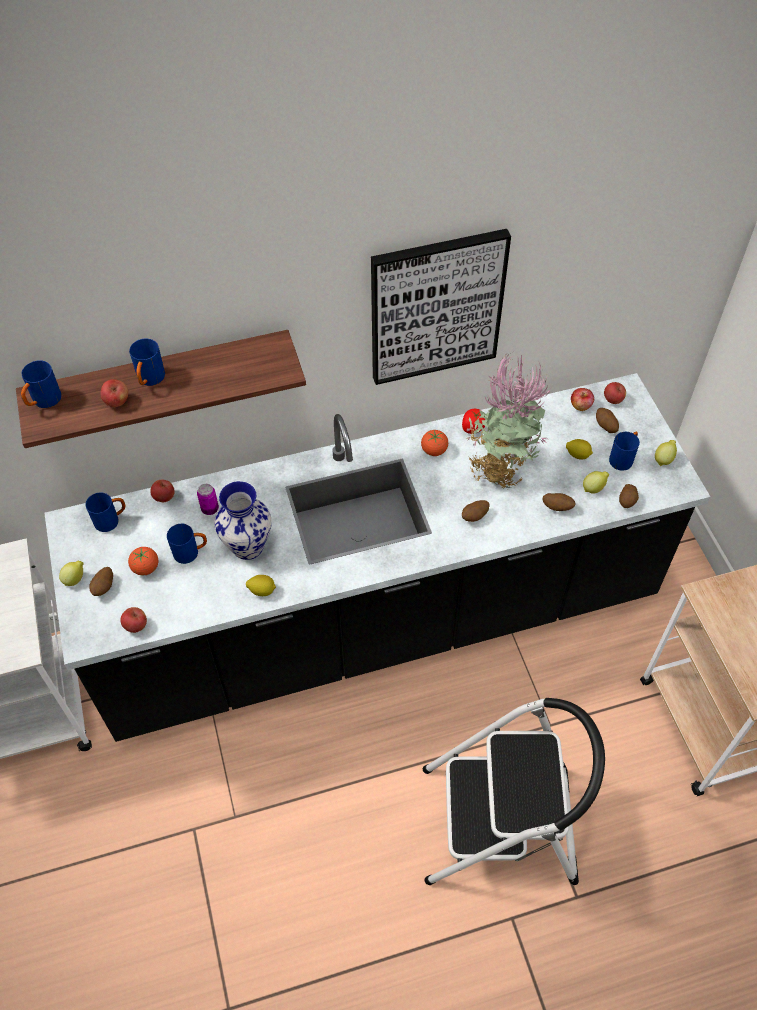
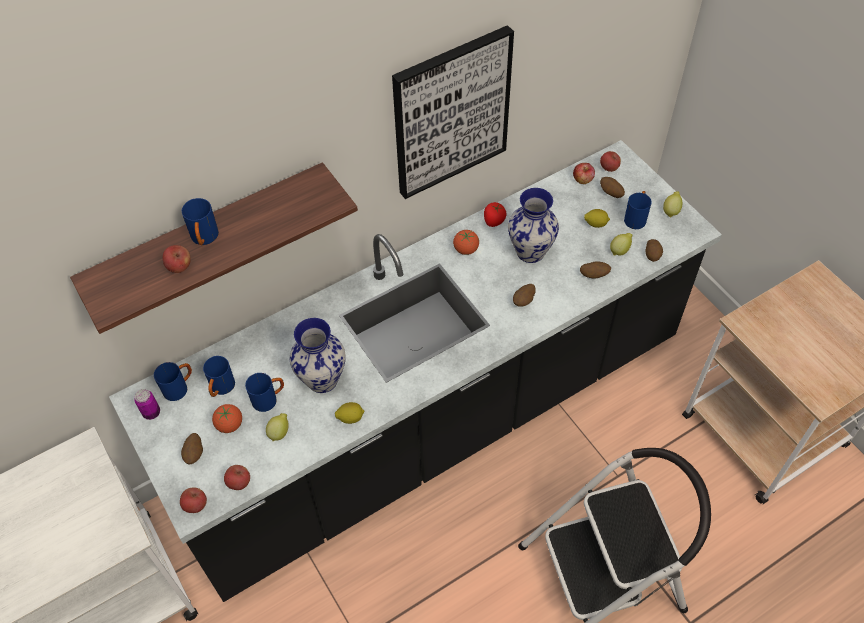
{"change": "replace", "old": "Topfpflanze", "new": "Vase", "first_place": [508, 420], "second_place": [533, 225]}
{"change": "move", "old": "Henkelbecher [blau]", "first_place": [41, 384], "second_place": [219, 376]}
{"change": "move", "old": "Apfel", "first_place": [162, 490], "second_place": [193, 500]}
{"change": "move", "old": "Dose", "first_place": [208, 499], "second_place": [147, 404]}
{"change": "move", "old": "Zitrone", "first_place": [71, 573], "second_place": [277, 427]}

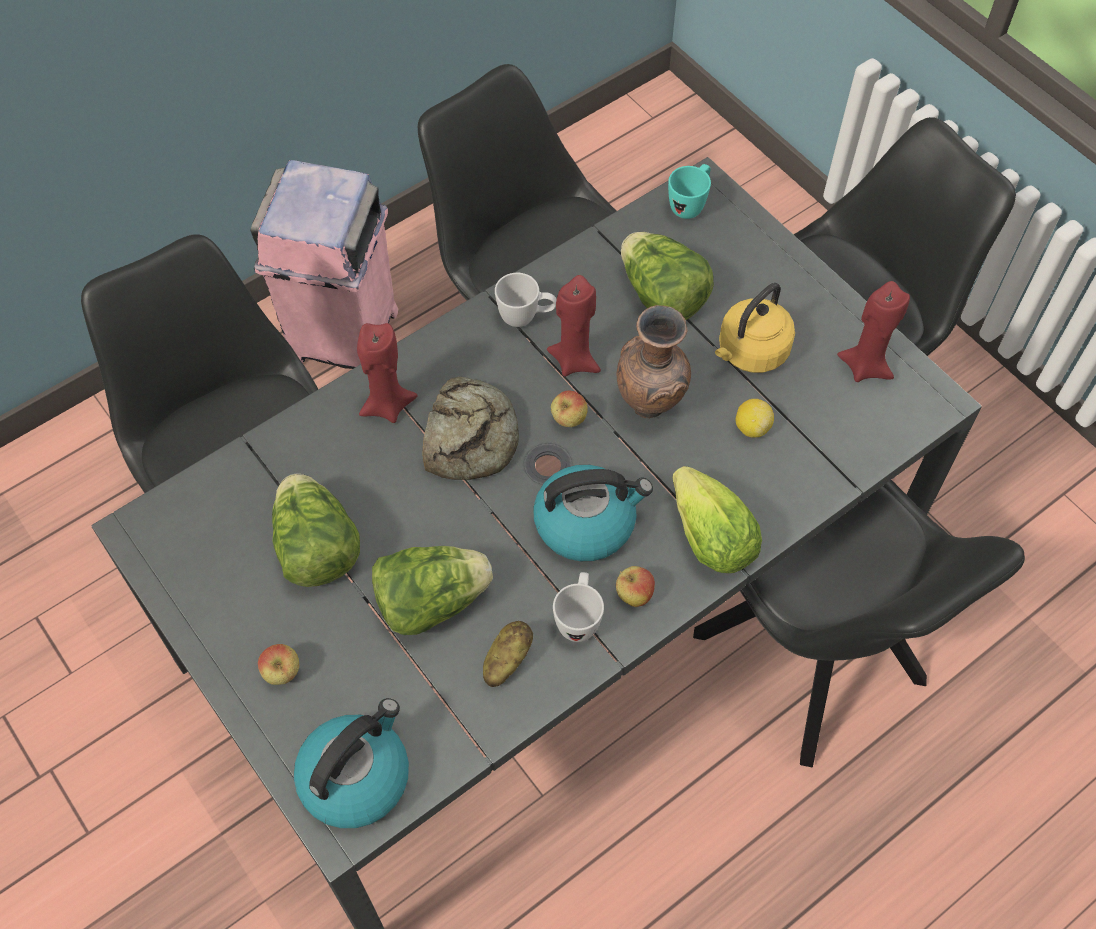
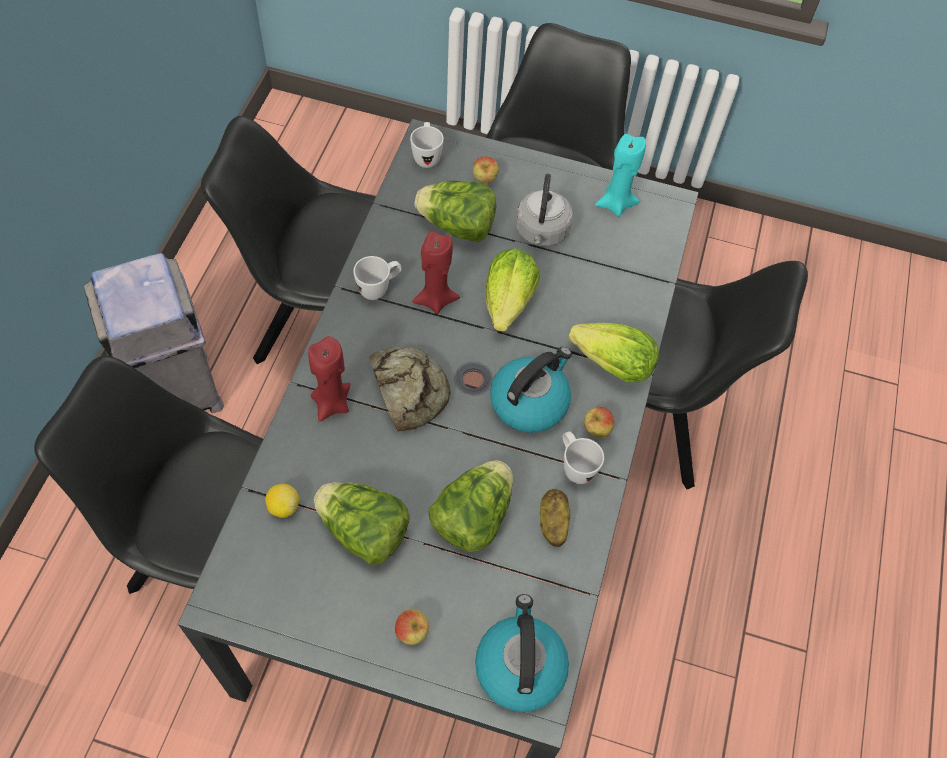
{"change": "recolor", "old": "Mülleimer [rosa]", "new": "Mülleimer [grau]", "first_place": [324, 264], "second_place": [154, 333]}
{"change": "recolor", "old": "Henkelbecher [türkis]", "new": "Henkelbecher [weiß]", "first_place": [689, 191], "second_place": [427, 145]}
{"change": "recolor", "old": "Kerze [rot]", "new": "Kerze [türkis]", "first_place": [873, 331], "second_place": [620, 175]}
{"change": "recolor", "old": "Wasserkessel [gelb]", "new": "Wasserkessel [grau]", "first_place": [755, 328], "second_place": [544, 210]}
{"change": "replace", "old": "Vase [braun]", "new": "Salatkopf", "first_place": [654, 362], "second_place": [512, 290]}
{"change": "move", "old": "Apfel", "first_place": [569, 408], "second_place": [486, 169]}
{"change": "move", "old": "Zitrone", "first_place": [755, 418], "second_place": [282, 501]}

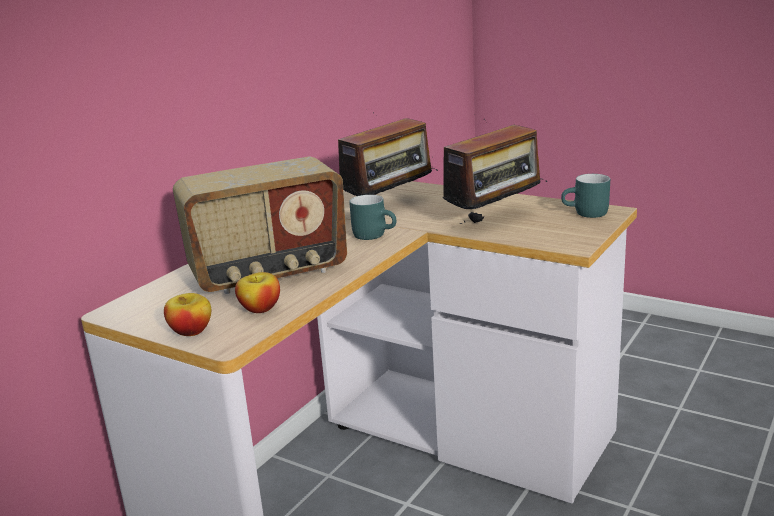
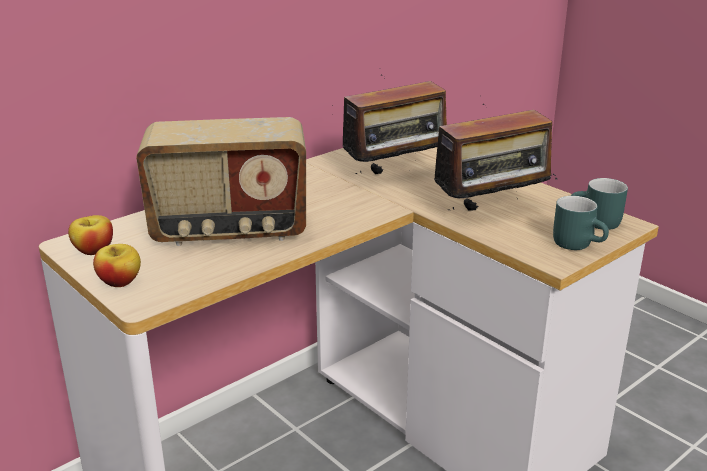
{"change": "move", "old": "Henkelbecher [türkis]", "first_place": [372, 217], "second_place": [581, 223]}
{"change": "move", "old": "Apfel", "first_place": [257, 292], "second_place": [90, 235]}

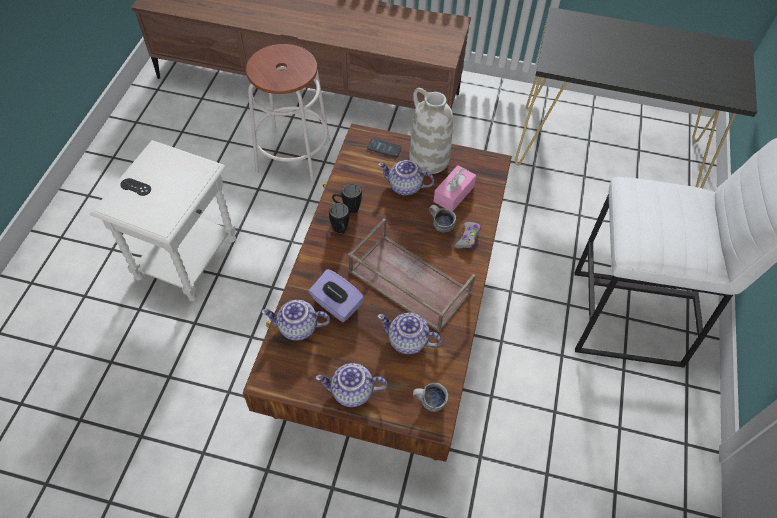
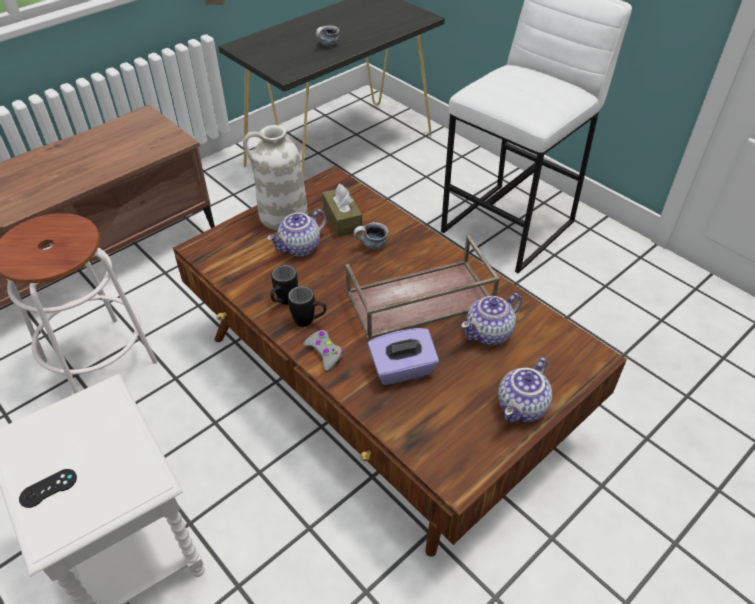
{"change": "delete", "old": "Handy", "first_place": [384, 147]}
{"change": "recolor", "old": "Taschentuchbox [rosa]", "new": "Taschentuchbox [braun]", "first_place": [454, 188], "second_place": [342, 210]}
{"change": "move", "old": "Gamepad [grau]", "first_place": [468, 235], "second_place": [323, 350]}
{"change": "delete", "old": "Teekanne", "first_place": [296, 320]}
{"change": "move", "old": "Henkelbecher", "first_place": [430, 397], "second_place": [327, 35]}

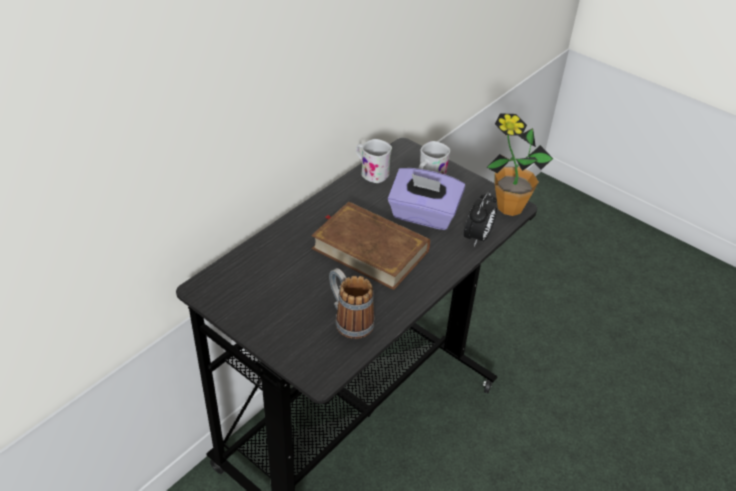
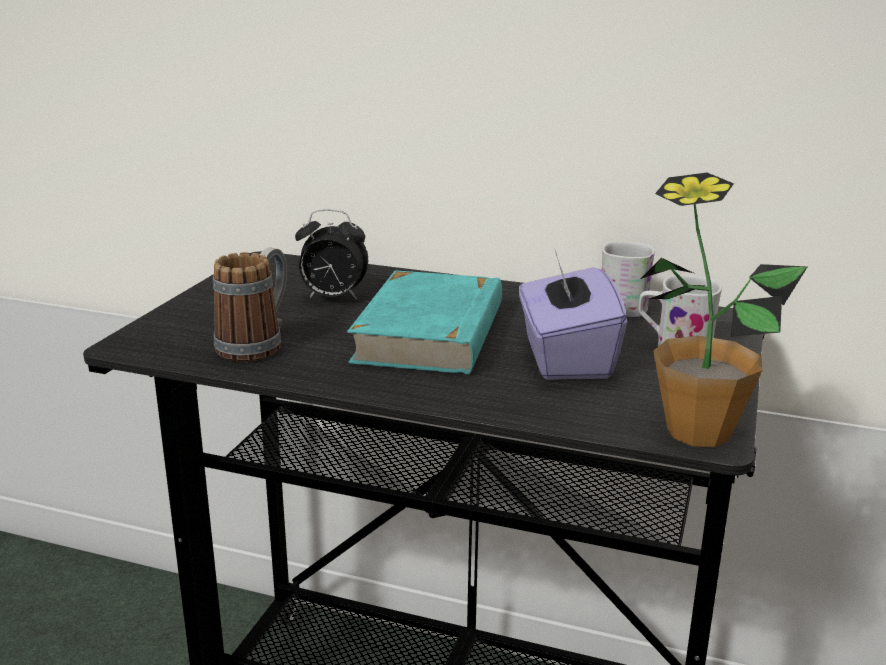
{"change": "move", "old": "Wecker", "first_place": [480, 219], "second_place": [331, 254]}
{"change": "recolor", "old": "Buch [braun]", "new": "Buch [türkis]", "first_place": [370, 245], "second_place": [424, 322]}

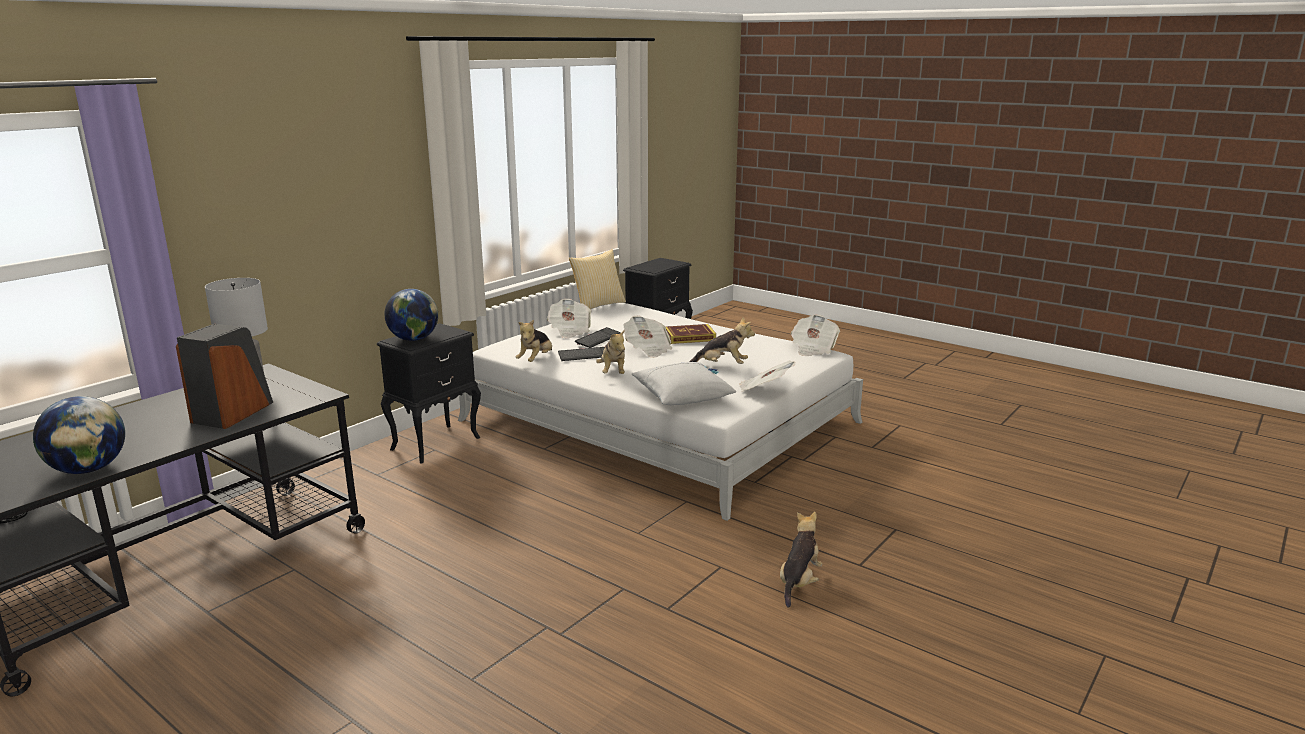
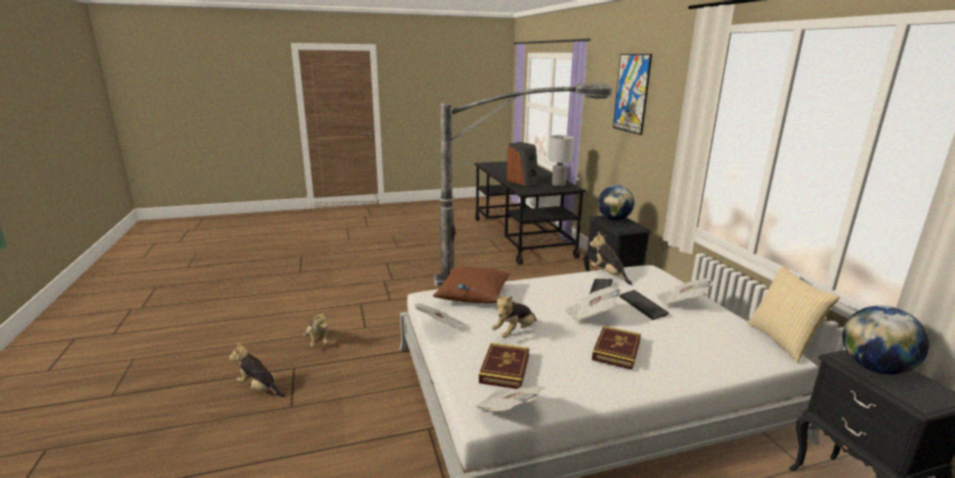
{"change": "move", "old": "Plüschtier", "first_place": [610, 351], "second_place": [257, 369]}
{"change": "recolor", "old": "Kissen [grau]", "new": "Kissen [braun]", "first_place": [684, 383], "second_place": [471, 285]}
{"change": "move", "old": "Globus", "first_place": [79, 435], "second_place": [885, 339]}
{"change": "insert", "new": "Bild", "second_place": [632, 94]}
{"change": "insert", "new": "Stehlampe", "second_place": [523, 184]}
{"change": "insert", "new": "Buch", "second_place": [504, 366]}

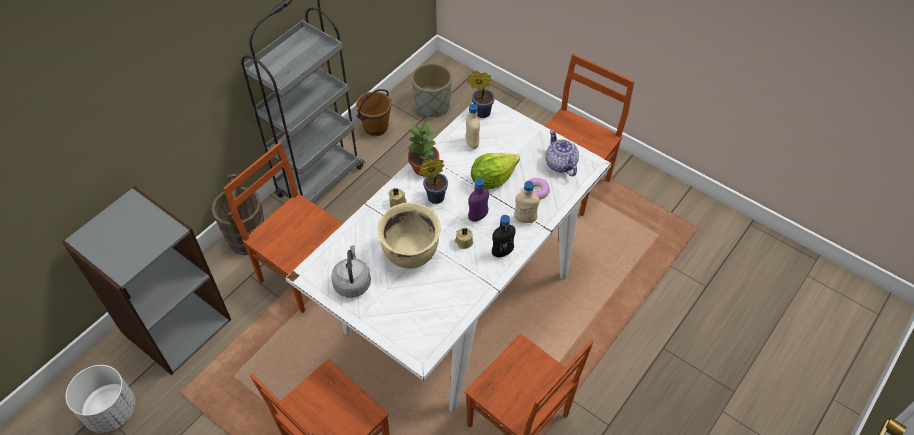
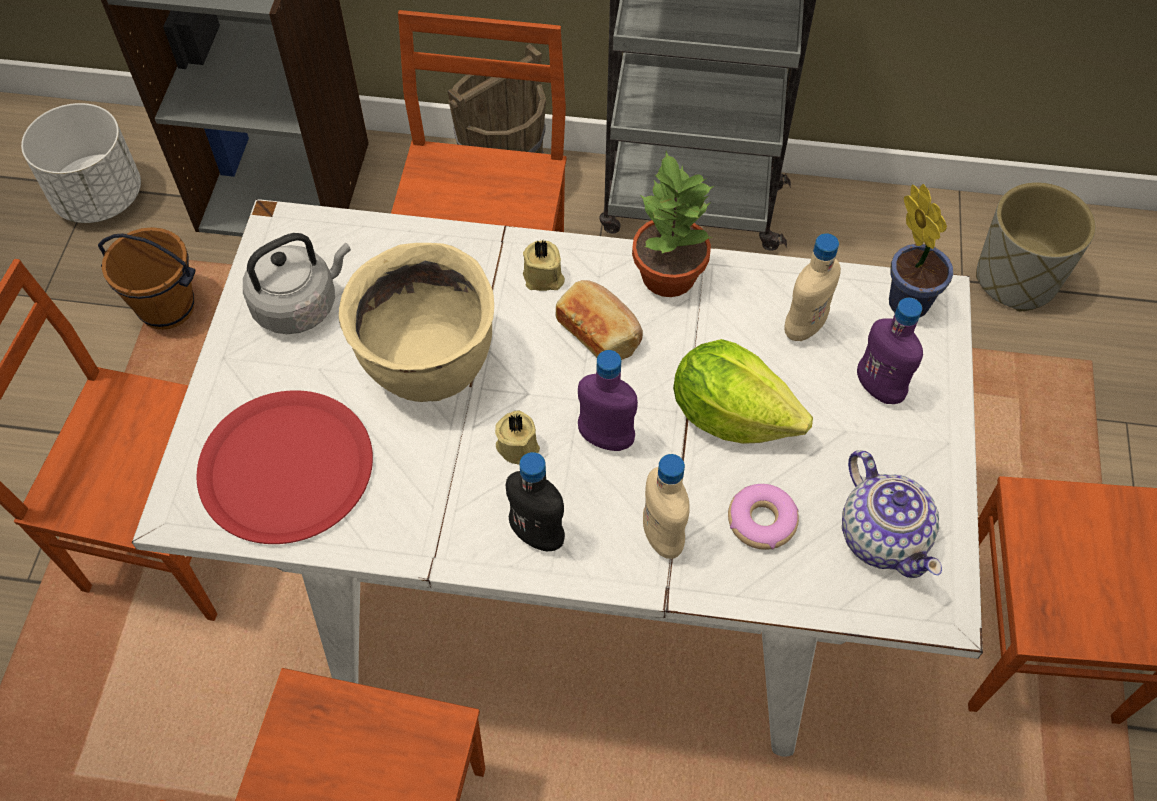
{"change": "move", "old": "Eimer [braun]", "first_place": [373, 112], "second_place": [147, 278]}
{"change": "rotate", "old": "Teekanne", "first_place": [562, 153], "second_place": [892, 514], "degrees": 120}
{"change": "replace", "old": "Topfpflanze", "new": "Brot", "first_place": [433, 181], "second_place": [599, 320]}
{"change": "insert", "new": "Flasche [lila]", "second_place": [890, 351]}
{"change": "insert", "new": "Teller [rot]", "second_place": [285, 467]}

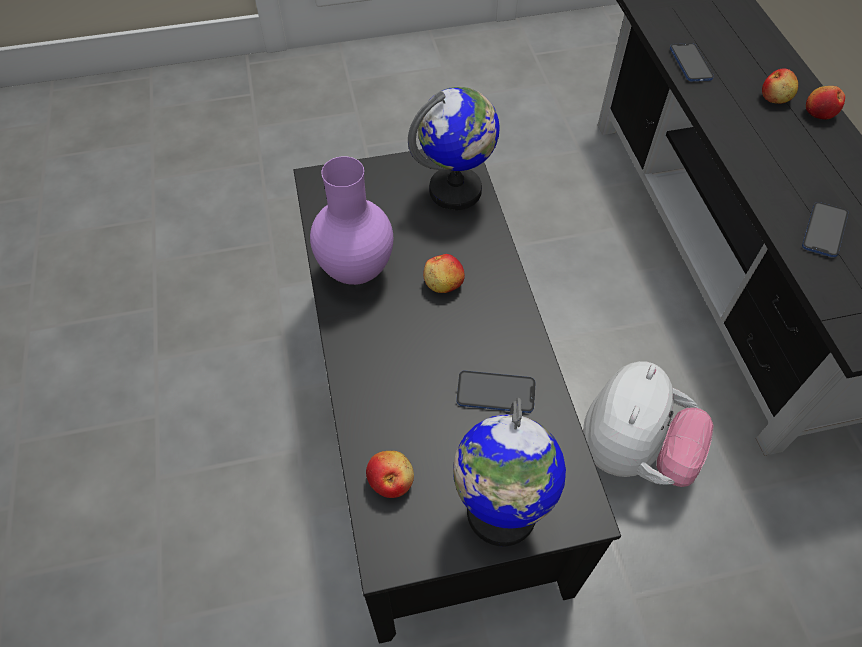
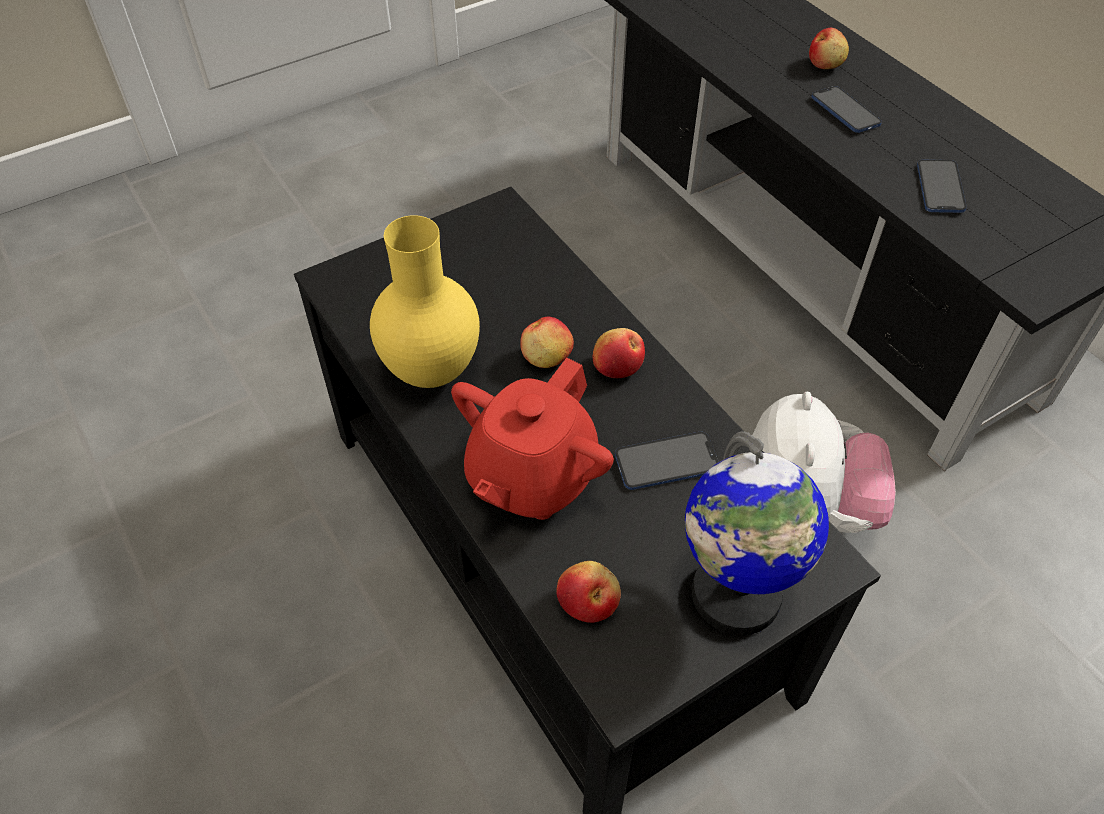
{"change": "move", "old": "Handy", "first_place": [692, 62], "second_place": [846, 109]}
{"change": "move", "old": "Apfel", "first_place": [825, 103], "second_place": [618, 353]}
{"change": "delete", "old": "Globus", "first_place": [454, 148]}
{"change": "recolor", "old": "Vase [lila]", "new": "Vase [gelb]", "first_place": [351, 220], "second_place": [425, 301]}
{"change": "insert", "new": "Teekanne [rot]", "second_place": [532, 439]}

